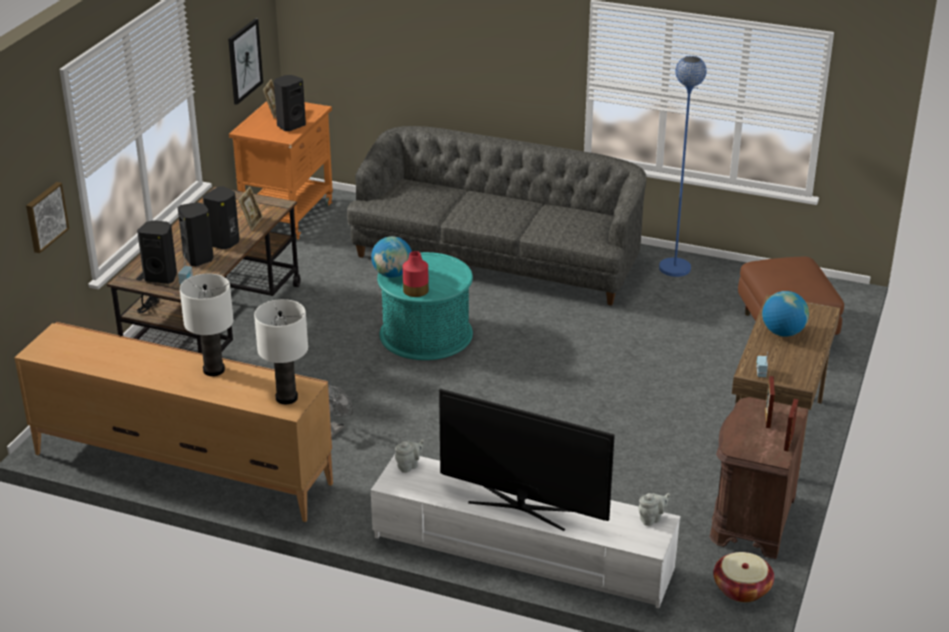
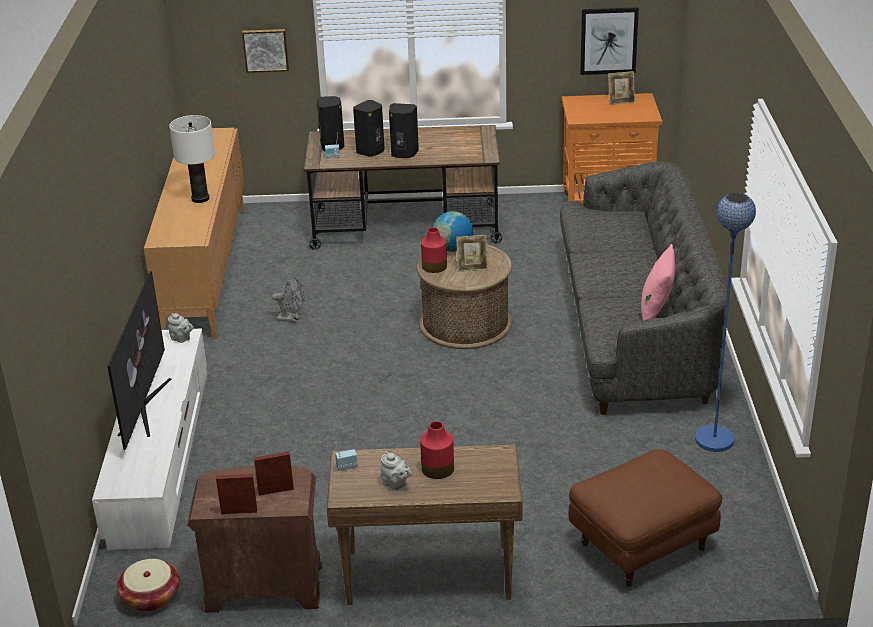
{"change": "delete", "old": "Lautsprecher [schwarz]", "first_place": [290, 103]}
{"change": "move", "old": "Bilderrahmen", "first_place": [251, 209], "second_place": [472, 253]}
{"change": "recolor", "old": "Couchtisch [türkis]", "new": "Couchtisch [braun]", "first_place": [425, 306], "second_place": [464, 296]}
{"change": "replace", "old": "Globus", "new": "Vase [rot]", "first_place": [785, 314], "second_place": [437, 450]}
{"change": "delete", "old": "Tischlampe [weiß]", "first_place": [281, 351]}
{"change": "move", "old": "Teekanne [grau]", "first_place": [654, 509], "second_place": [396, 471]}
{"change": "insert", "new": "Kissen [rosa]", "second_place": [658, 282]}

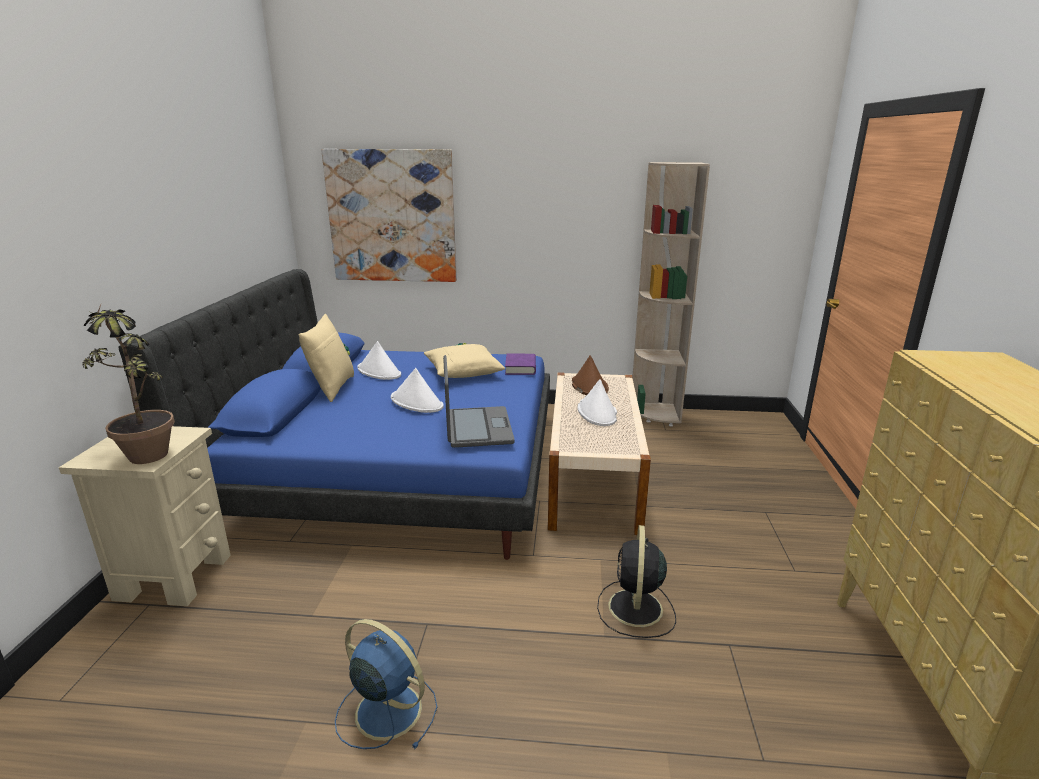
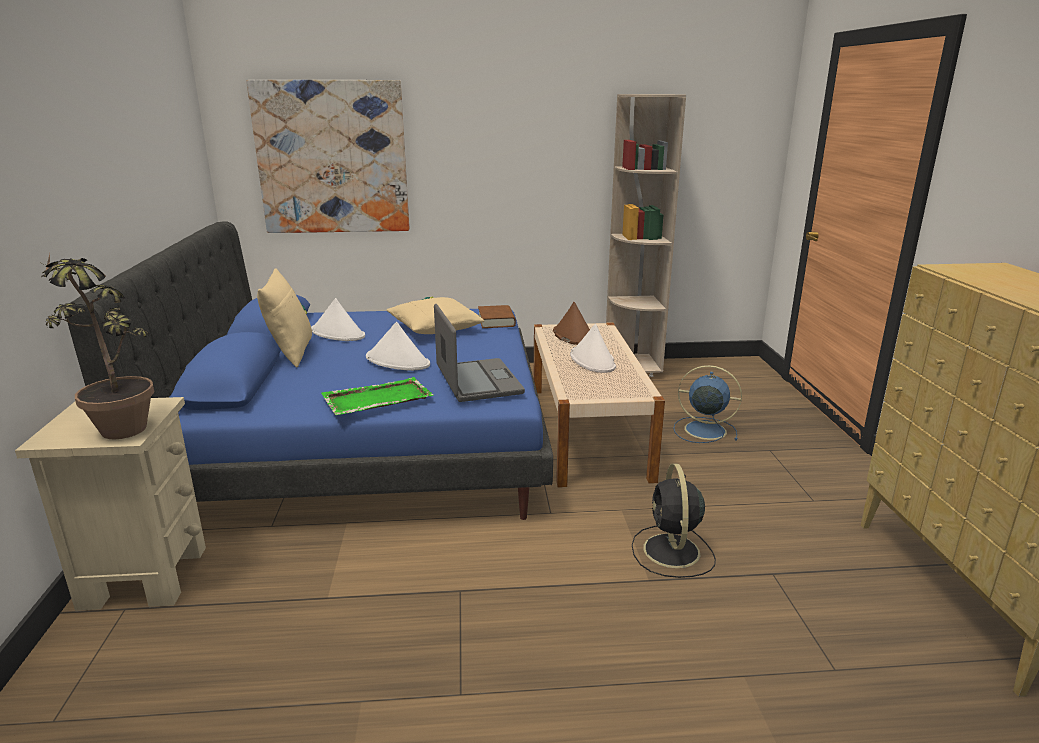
{"change": "recolor", "old": "Buch [lila]", "new": "Buch [braun]", "first_place": [520, 364], "second_place": [497, 316]}
{"change": "move", "old": "Ventilator [blau]", "first_place": [386, 684], "second_place": [708, 404]}
{"change": "insert", "new": "Tablett [grün]", "second_place": [377, 396]}

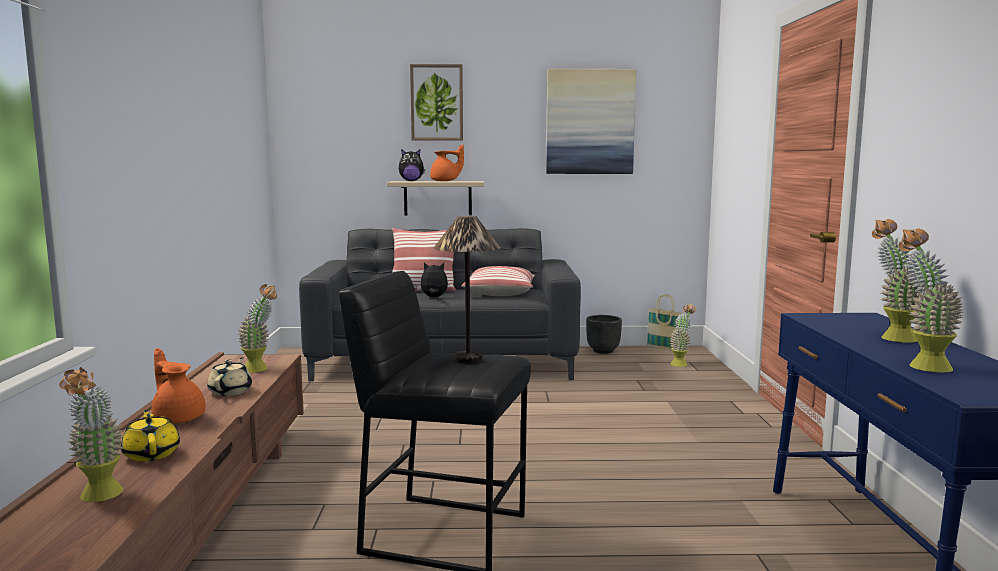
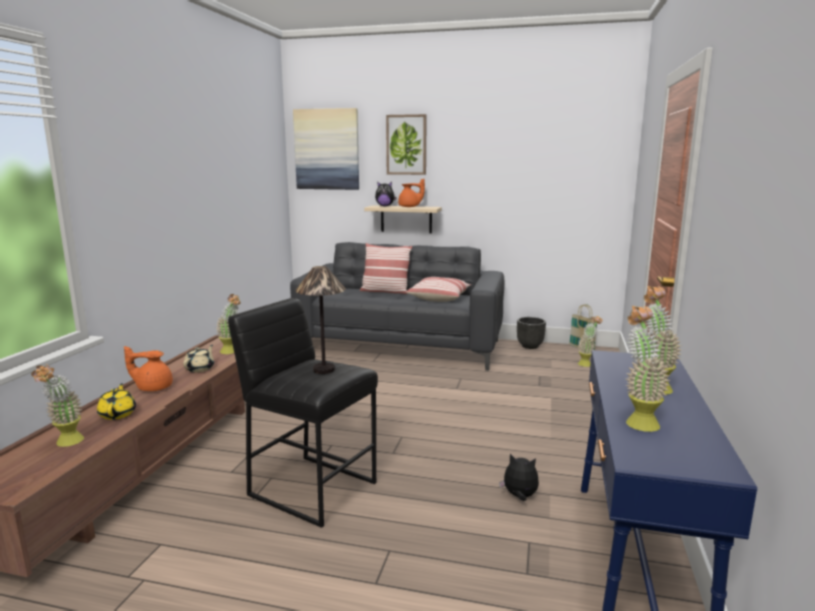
{"change": "move", "old": "Bild", "first_place": [591, 121], "second_place": [326, 149]}
{"change": "move", "old": "Plüschtier", "first_place": [432, 279], "second_place": [519, 477]}
{"change": "rotate", "old": "Teekanne [orange]", "first_place": [178, 386], "second_place": [148, 368], "degrees": -60}

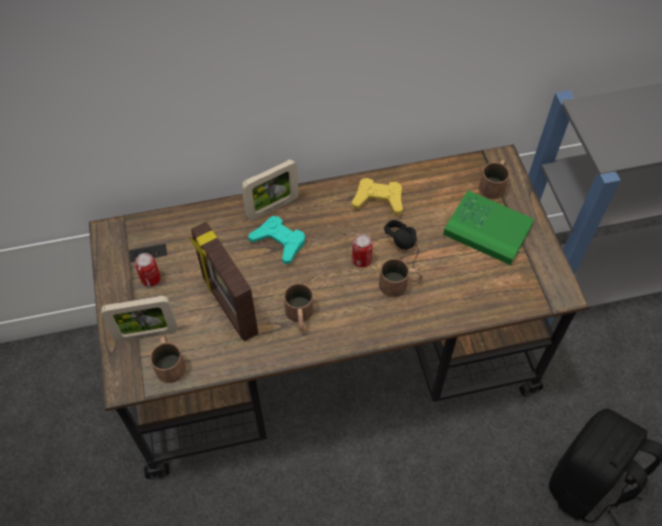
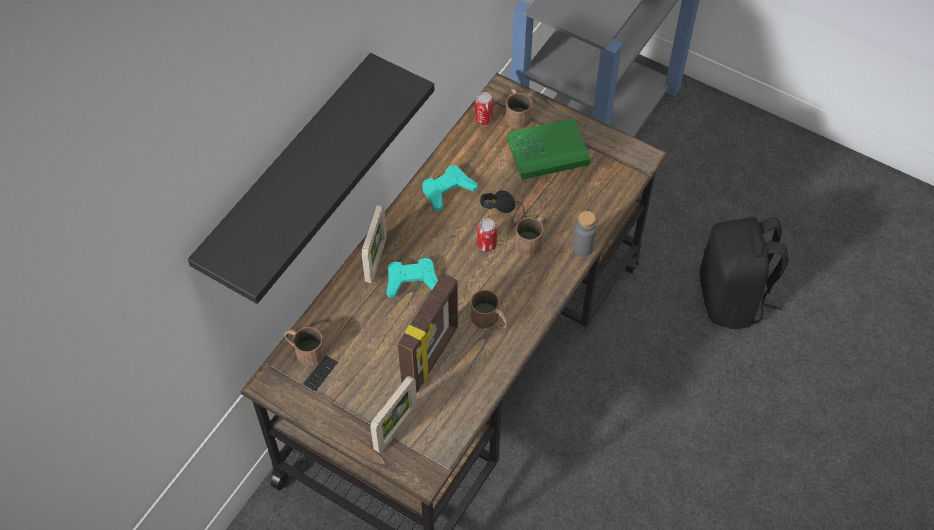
{"change": "recolor", "old": "Gamepad [gelb]", "new": "Gamepad [türkis]", "first_place": [377, 196], "second_place": [450, 188]}
{"change": "rotate", "old": "Bilderrahmen", "first_place": [224, 281], "second_place": [428, 333], "degrees": -75}
{"change": "move", "old": "Dose", "first_place": [148, 270], "second_place": [484, 108]}
{"change": "move", "old": "Henkelbecher [braun]", "first_place": [168, 359], "second_place": [304, 346]}
{"change": "insert", "new": "Wandregal [schwarz]", "second_place": [311, 178]}
{"change": "insert", "new": "Flasche [grau]", "second_place": [584, 234]}

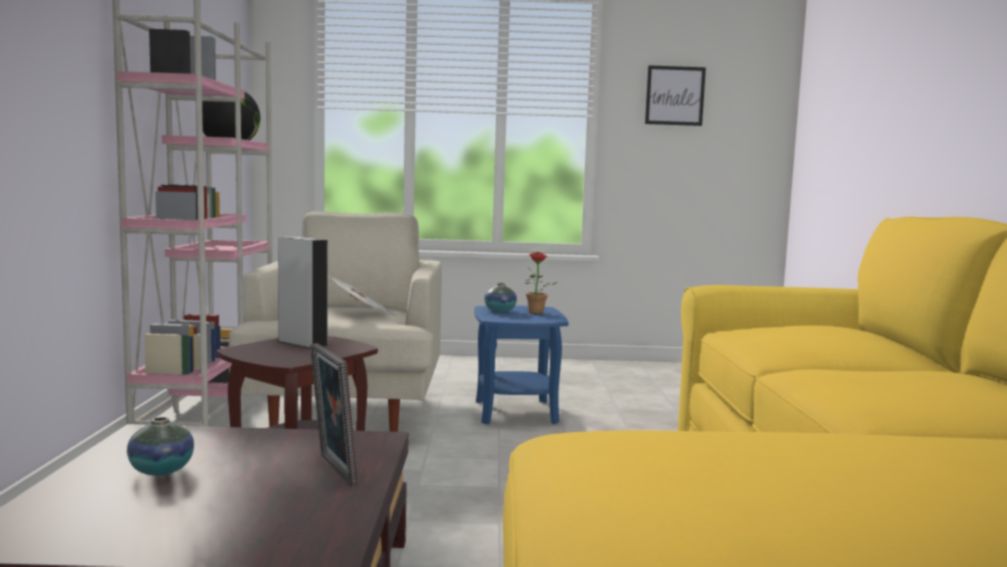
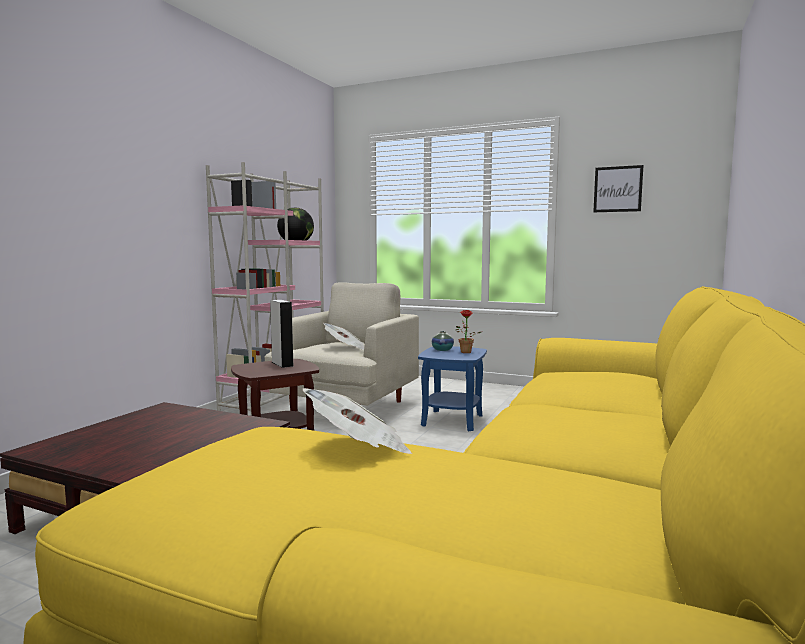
{"change": "delete", "old": "Bilderrahmen", "first_place": [334, 413]}
{"change": "delete", "old": "Vase", "first_place": [160, 446]}
{"change": "insert", "new": "Zeitung", "second_place": [357, 421]}

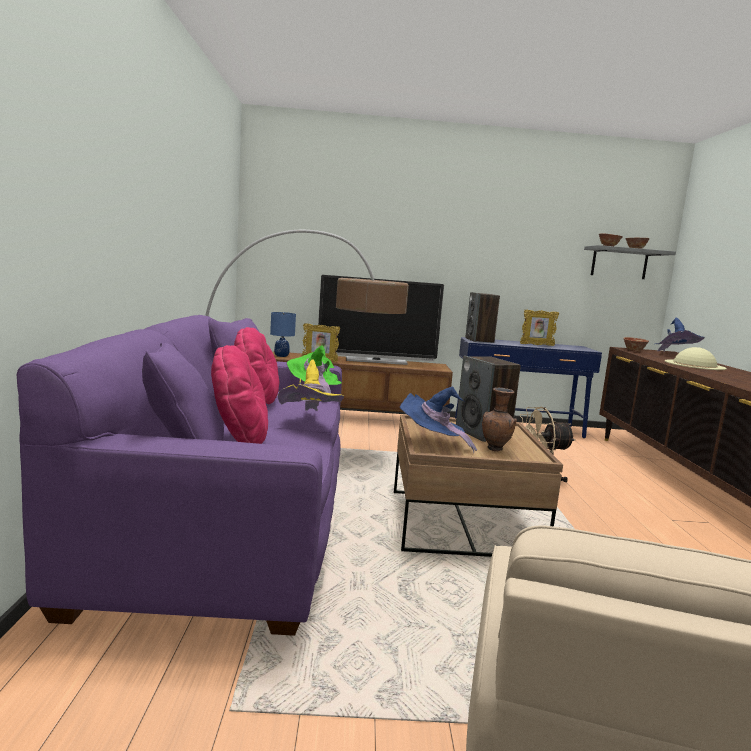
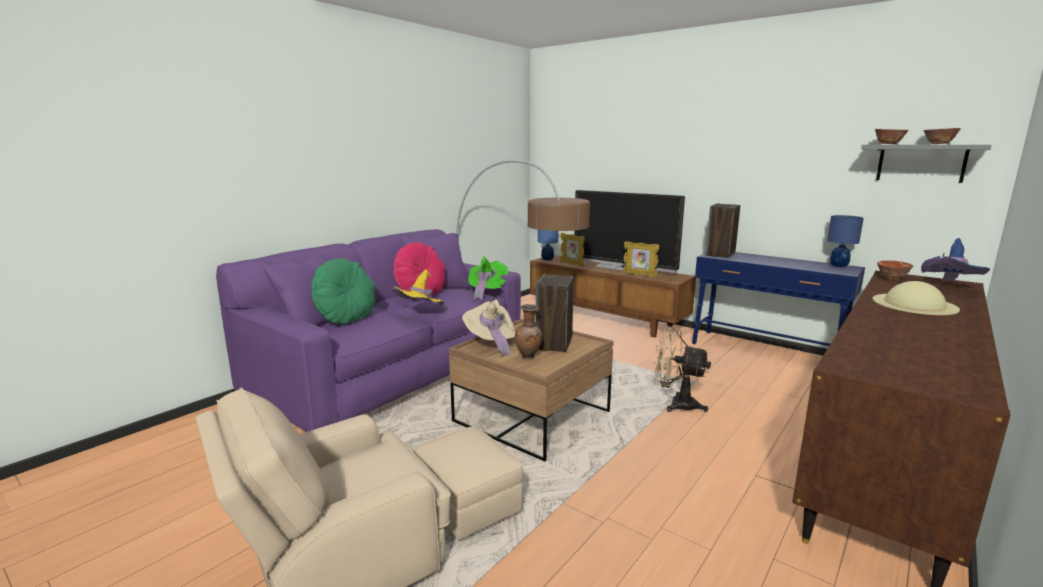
{"change": "move", "old": "Bilderrahmen", "first_place": [539, 328], "second_place": [641, 259]}
{"change": "recolor", "old": "Kissen [rosa]", "new": "Kissen [grün]", "first_place": [239, 394], "second_place": [343, 291]}
{"change": "recolor", "old": "Hut [blau]", "new": "Hut [beige]", "first_place": [438, 419], "second_place": [489, 328]}
{"change": "insert", "new": "Tischlampe [blau]", "second_place": [845, 241]}

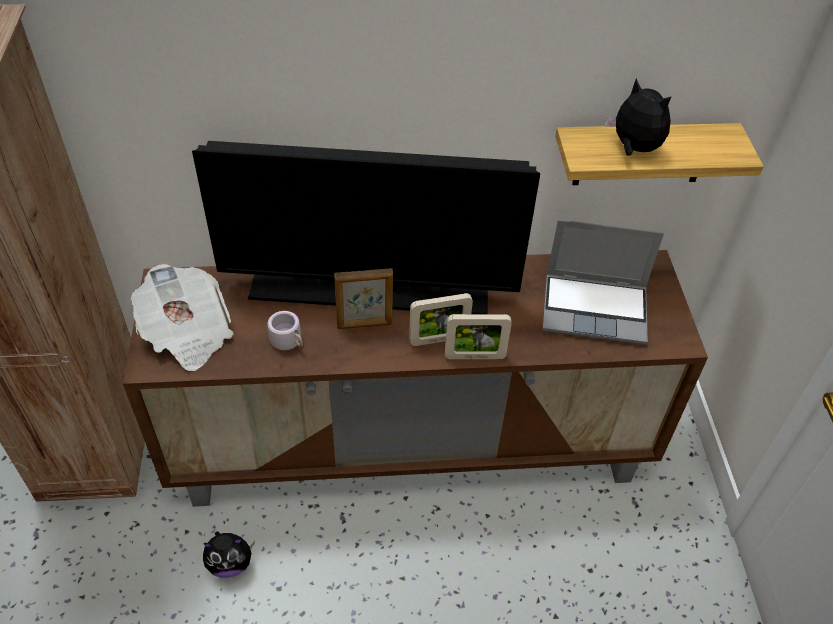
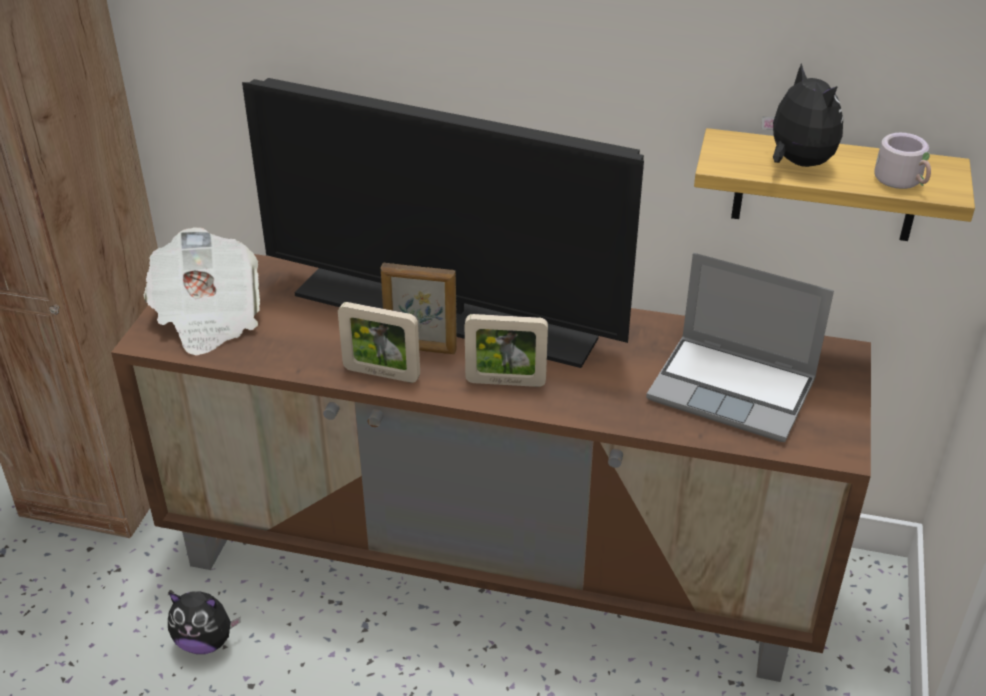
{"change": "move", "old": "Henkelbecher [grau]", "first_place": [285, 330], "second_place": [902, 161]}
{"change": "move", "old": "Bilderrahmen", "first_place": [478, 336], "second_place": [379, 342]}

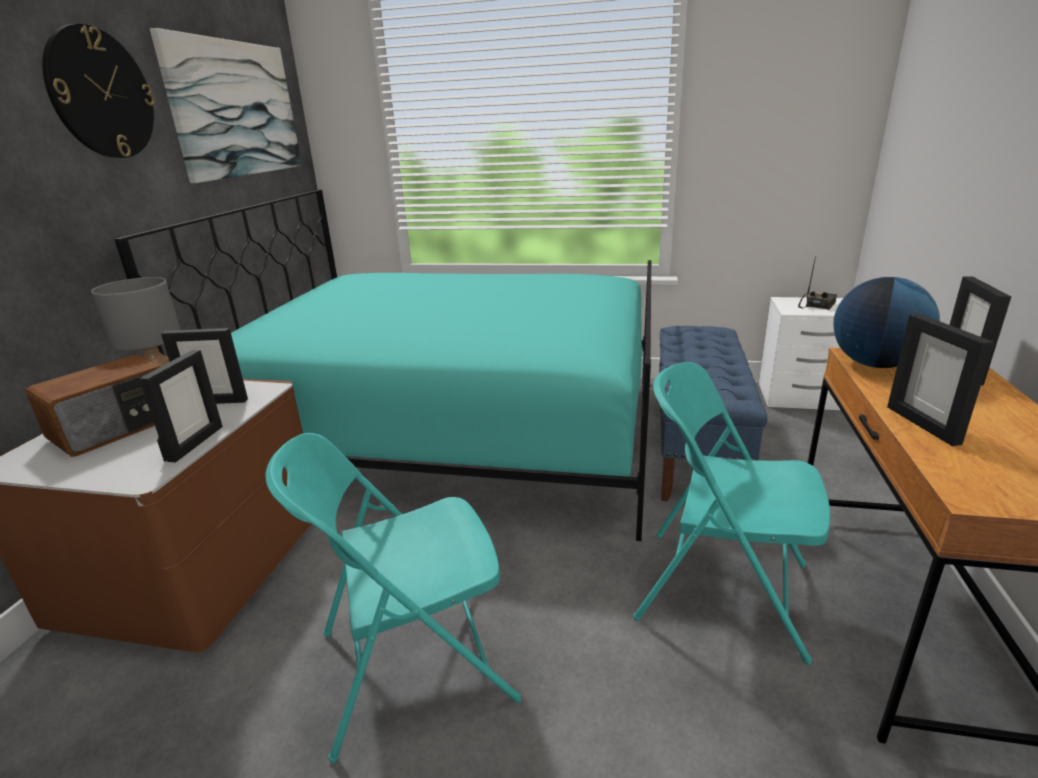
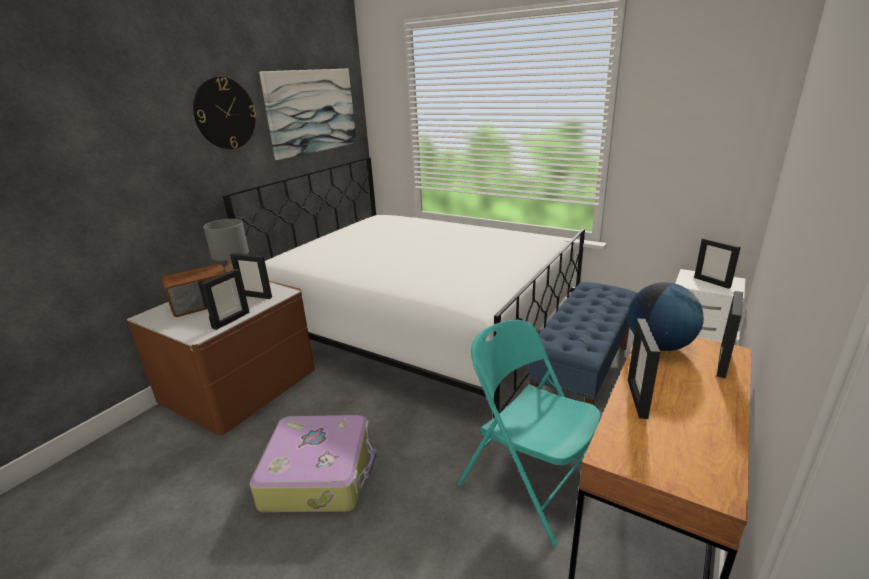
{"change": "recolor", "old": "Bett [türkis]", "new": "Bett [weiß]", "first_place": [383, 365], "second_place": [404, 287]}
{"change": "replace", "old": "Radio", "new": "Bilderrahmen", "first_place": [817, 283], "second_place": [717, 263]}
{"change": "replace", "old": "Stuhl [türkis]", "new": "Koffer", "first_place": [393, 598], "second_place": [313, 463]}

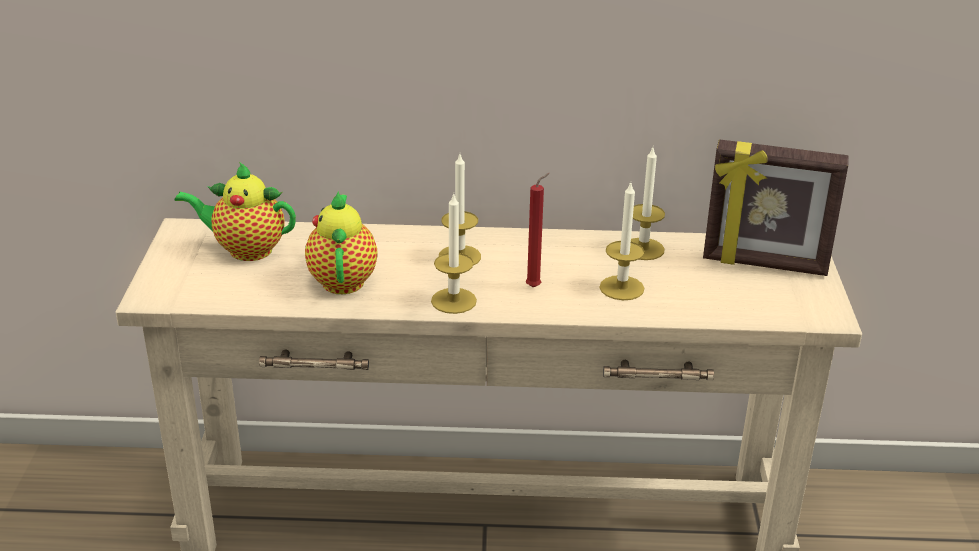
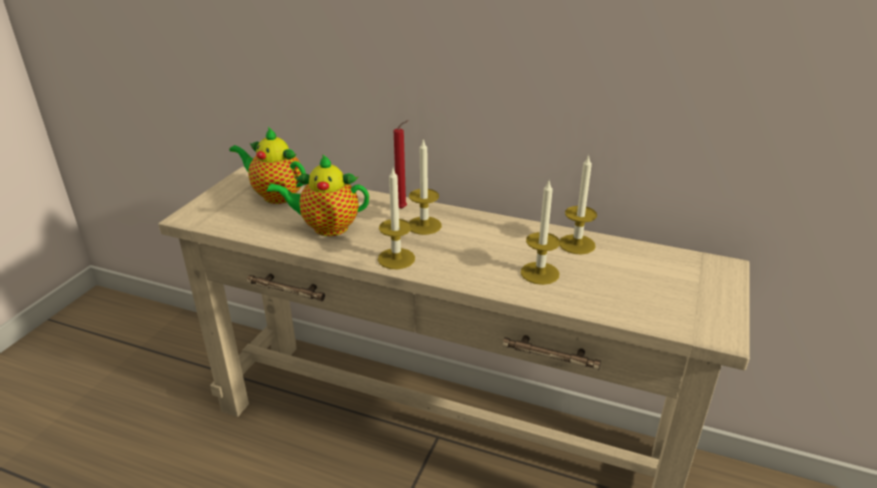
{"change": "delete", "old": "Bilderrahmen", "first_place": [776, 208]}
{"change": "move", "old": "Kerze [rot]", "first_place": [537, 230], "second_place": [401, 164]}
{"change": "rotate", "old": "Teekanne", "first_place": [341, 242], "second_place": [318, 195], "degrees": -105}

